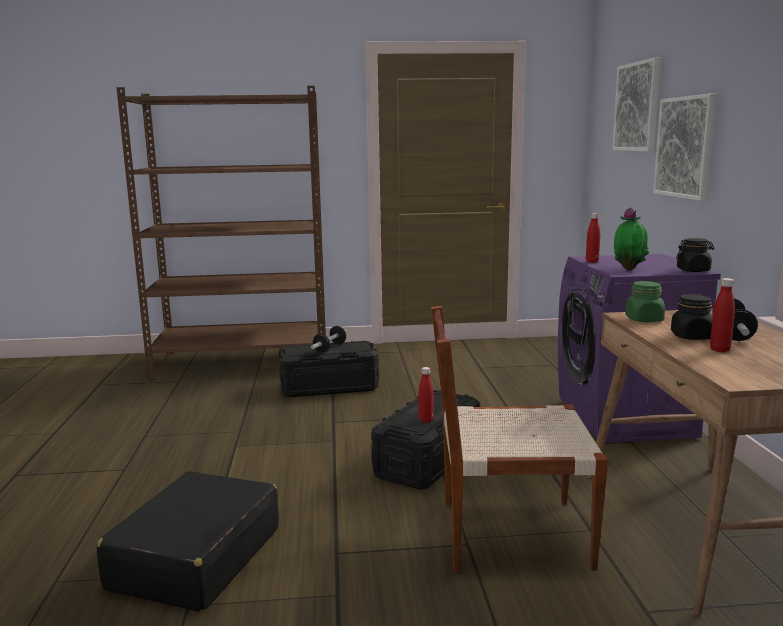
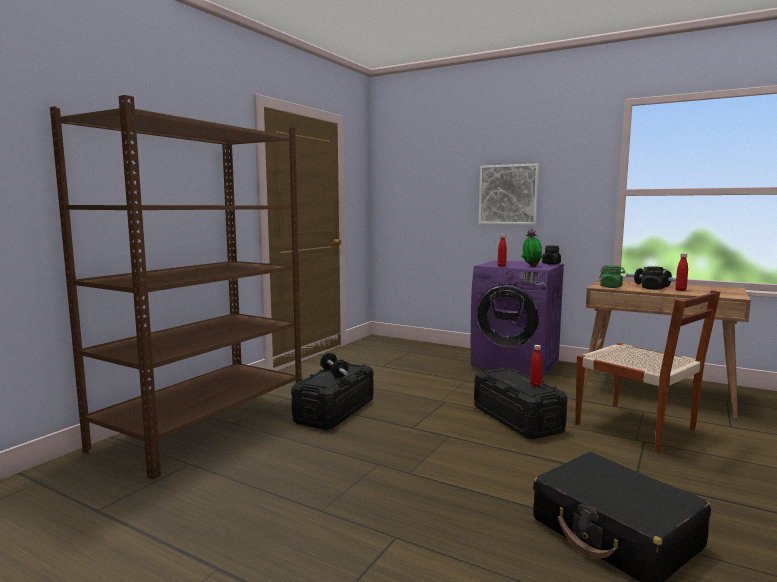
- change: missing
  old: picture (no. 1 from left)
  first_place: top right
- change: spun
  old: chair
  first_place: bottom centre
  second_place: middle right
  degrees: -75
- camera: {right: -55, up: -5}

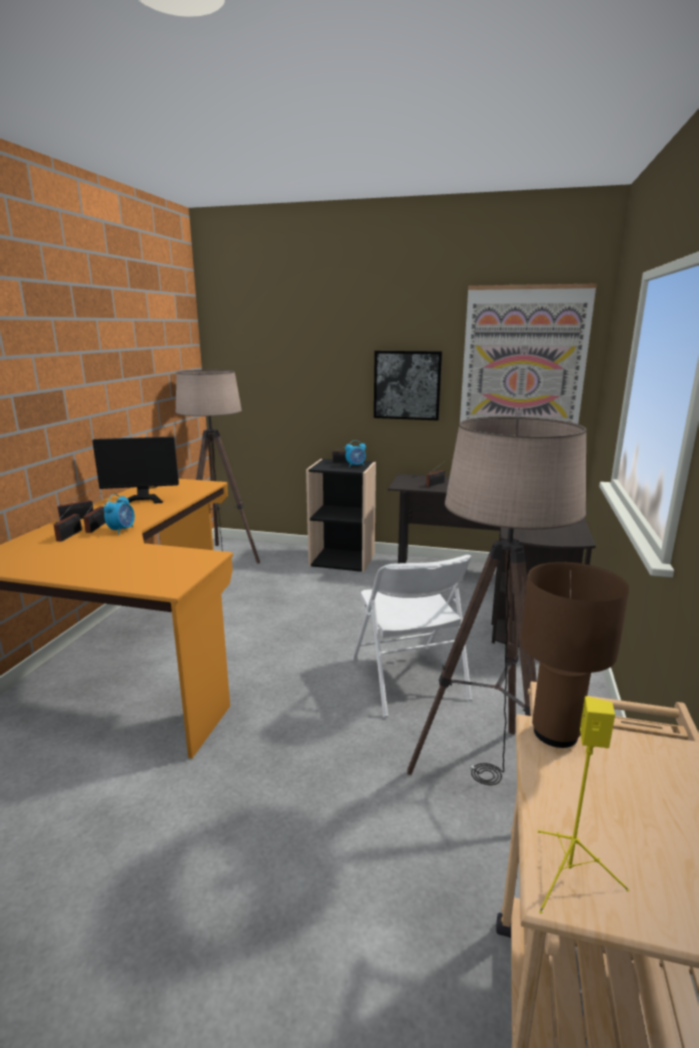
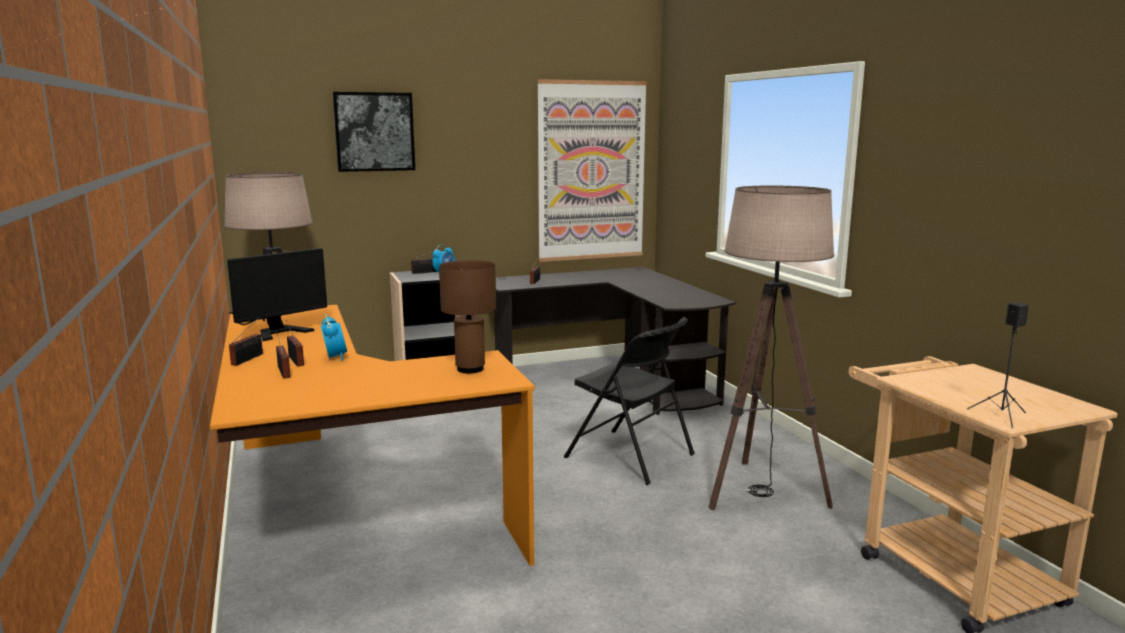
- change: relocated
  old: picture (no. 1 from left)
  first_place: centre
  second_place: top left
- change: colour
  old: chair (white)
  new: chair (black)
  first_place: centre
  second_place: centre
- change: relocated
  old: table lamp (brown)
  first_place: middle right
  second_place: centre
- change: colour
  old: speaker (yellow)
  new: speaker (black)
  first_place: bottom right
  second_place: middle right
- camera: {right: -35, up: -5}

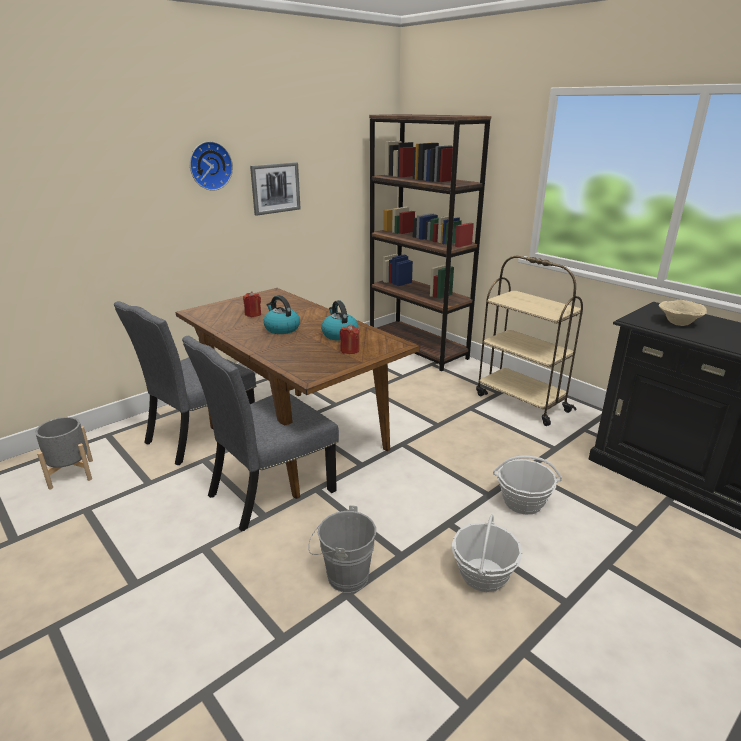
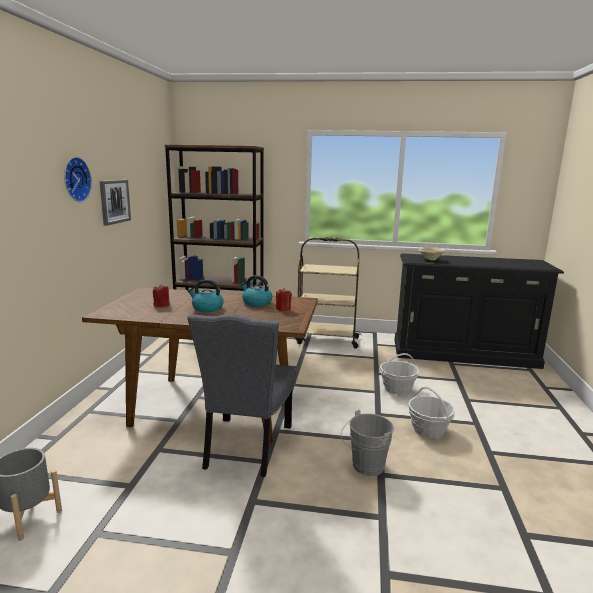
- change: missing
  old: chair (grey) (no. 1 from left)
  first_place: middle left
- camera: {right: -40, up: -10}

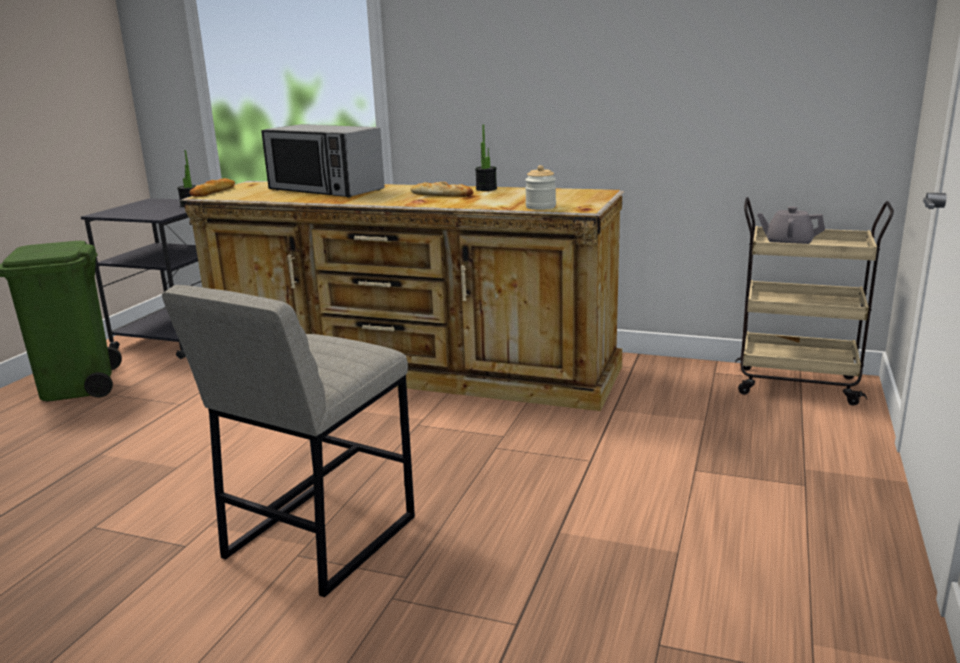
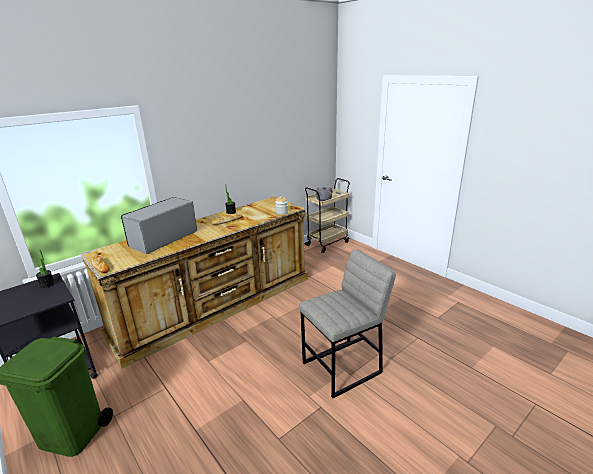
- change: spun
  old: microwave
  first_place: top centre
  second_place: middle left
  degrees: 150
- change: spun
  old: chair (grey)
  first_place: middle left
  second_place: bottom centre
  degrees: -90
- camera: {right: -60, up: 5}

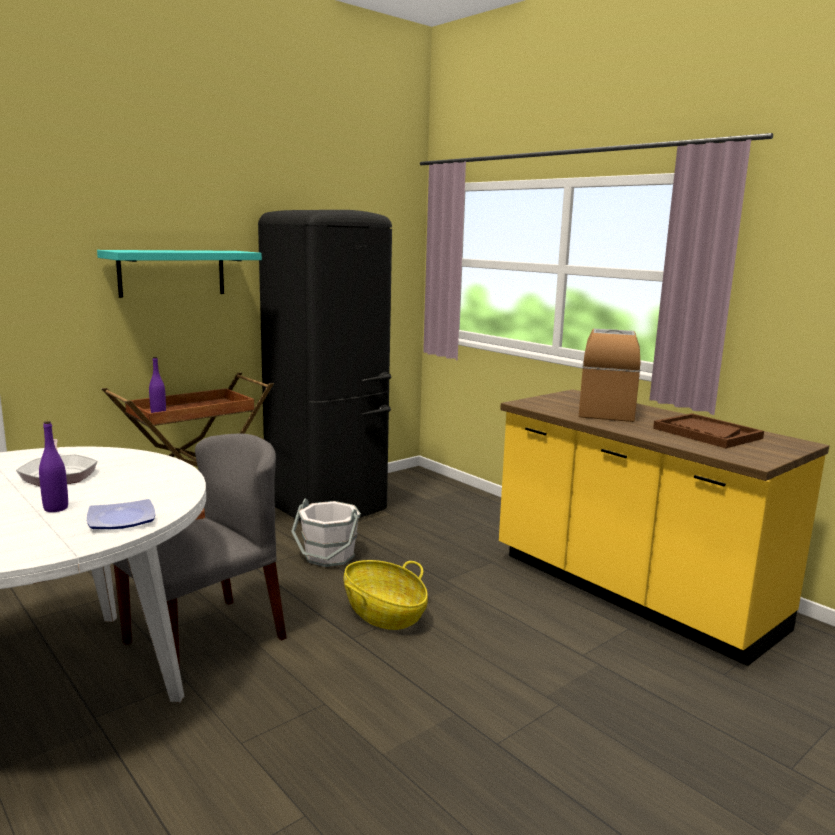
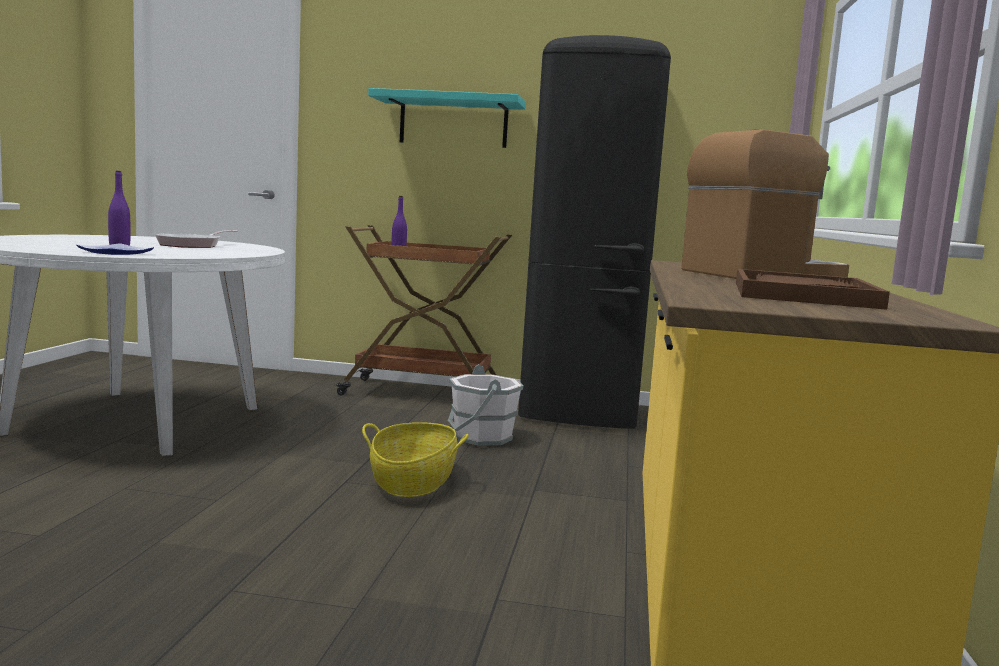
- change: missing
  old: chair (grey)
  first_place: middle left
- camera: {right: 50, up: -5}

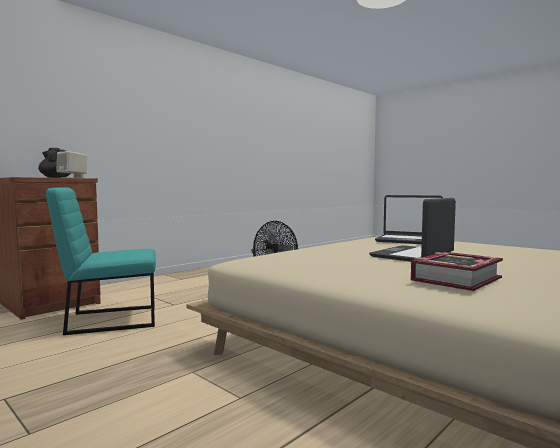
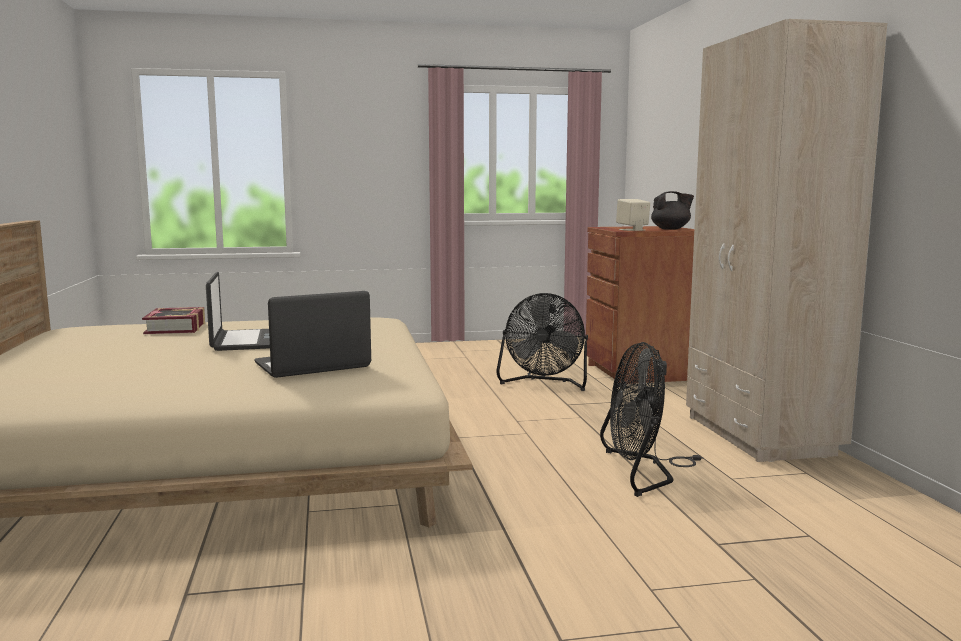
- change: exchanged
  old: chair (turquoise)
  new: fan (black) (no. 1 from left)
  first_place: middle left
  second_place: centre
- change: appeared
  new: wardrobe (beige)
  second_place: middle right
- camera: {right: 125, up: 5}

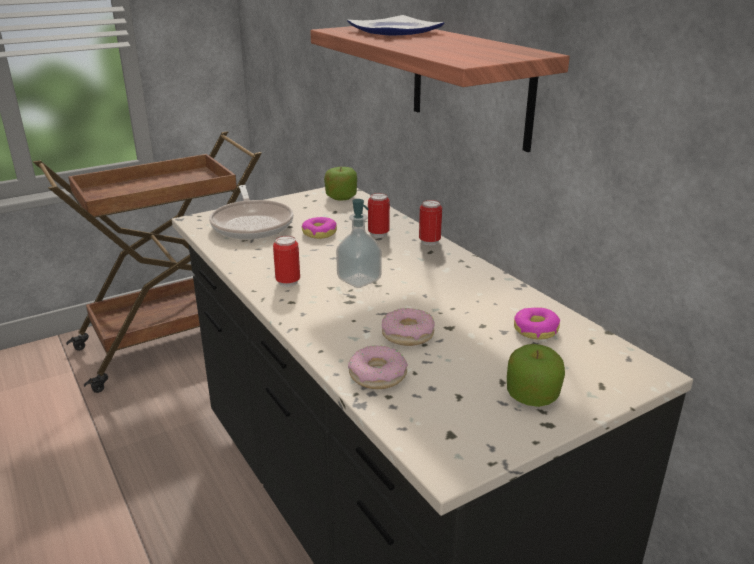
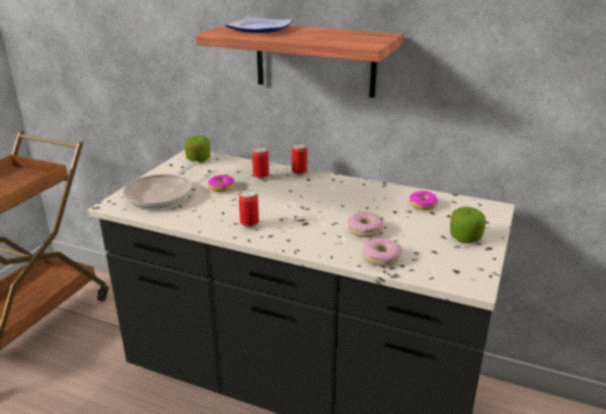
- change: spun
  old: frying pan
  first_place: middle left
  second_place: middle left
  degrees: 75
- change: missing
  old: soap dispenser
  first_place: centre
- camera: {right: -35, up: 0}

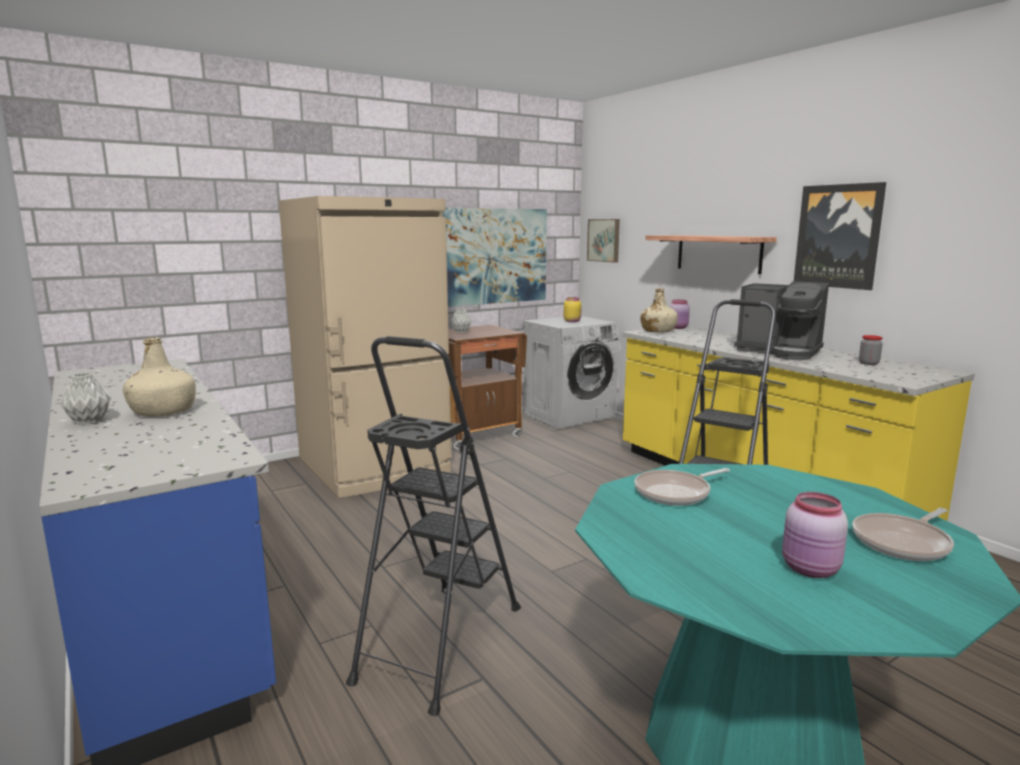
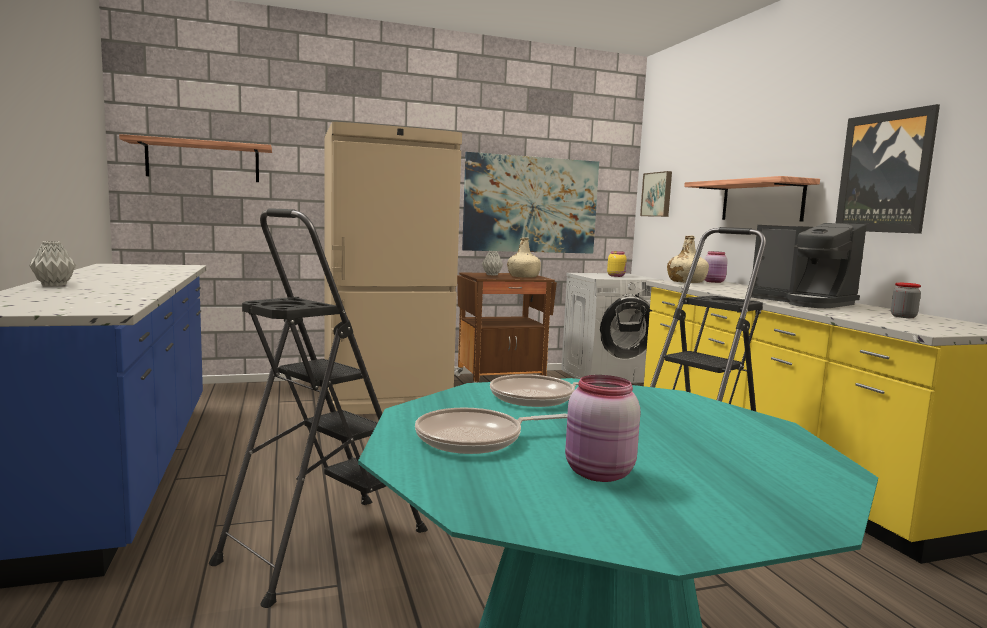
- change: relocated
  old: bottle (beige) (no. 1 from left)
  first_place: middle left
  second_place: centre
- change: relocated
  old: frying pan (no. 2 from left in the first image)
  new: frying pan (no. 1 from left)
  first_place: bottom right
  second_place: bottom centre
- change: appeared
  new: shelf (no. 1 from left)
  second_place: top left
- camera: {right: 15, up: -5}

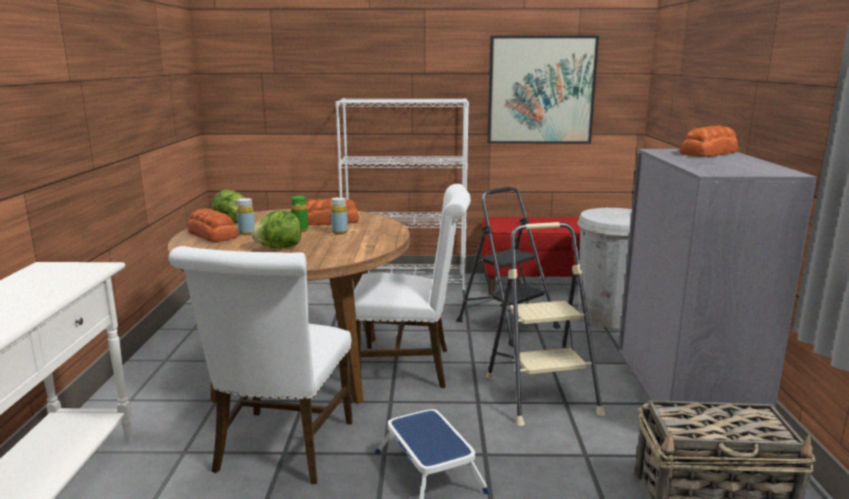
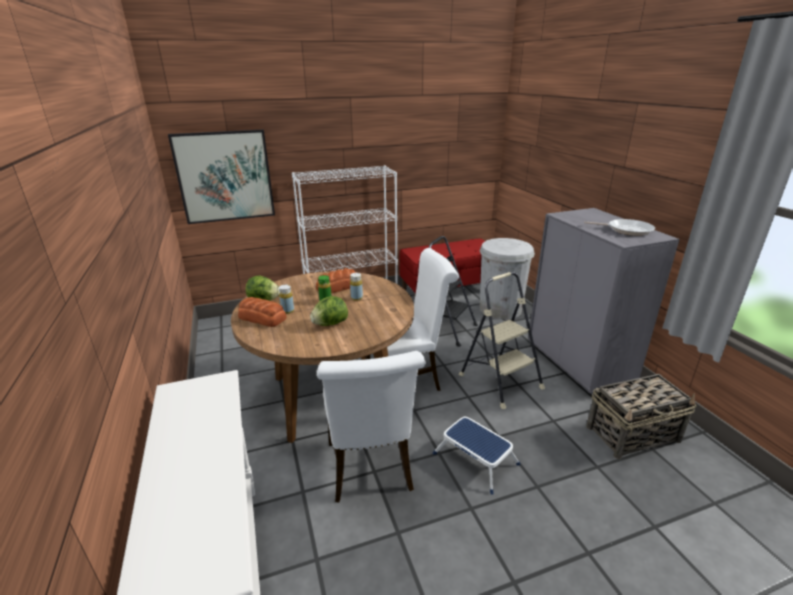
- change: relocated
  old: picture
  first_place: top centre
  second_place: top left
- change: missing
  old: bread (no. 3 from left)
  first_place: top right
- change: appeared
  new: frying pan
  second_place: middle right
- camera: {right: -20, up: 10}

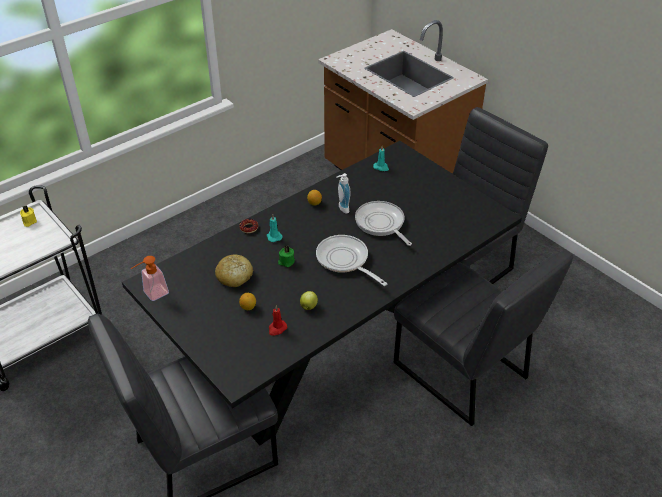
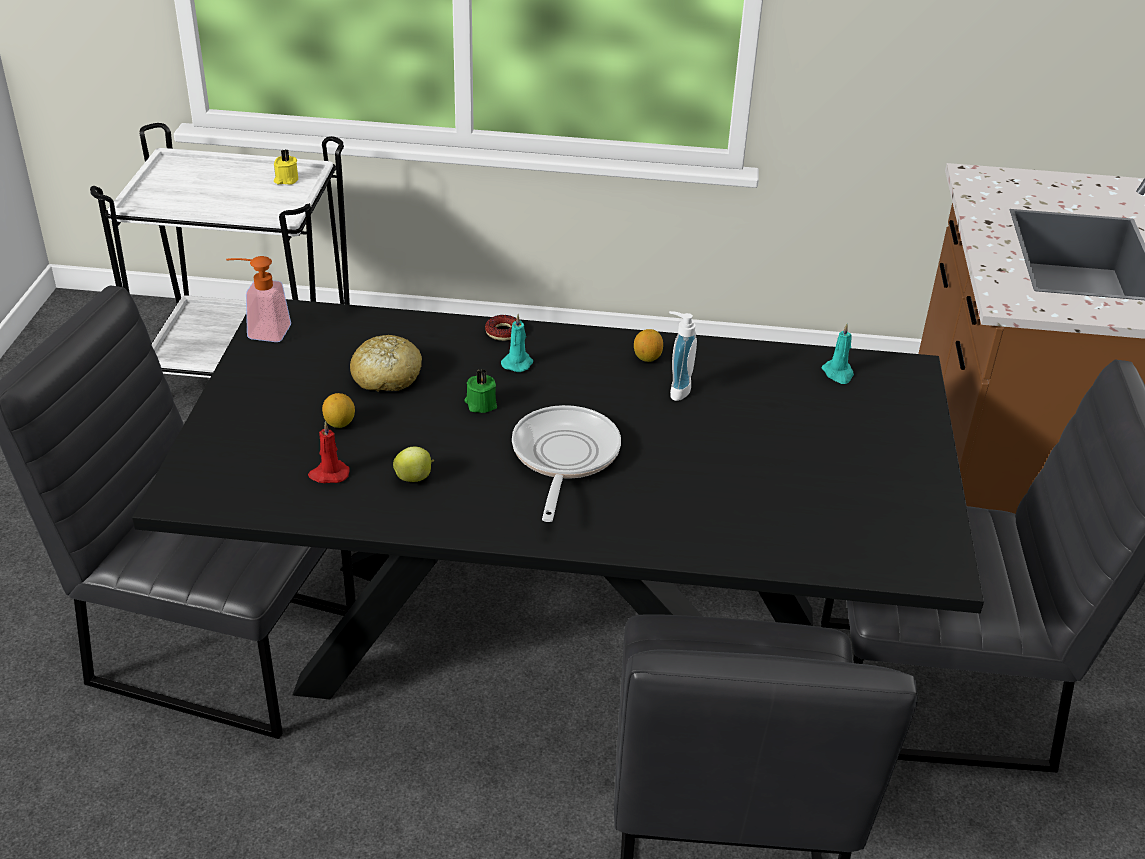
- change: missing
  old: frying pan (no. 2 from left)
  first_place: centre
- camera: {right: 45, up: -5}

